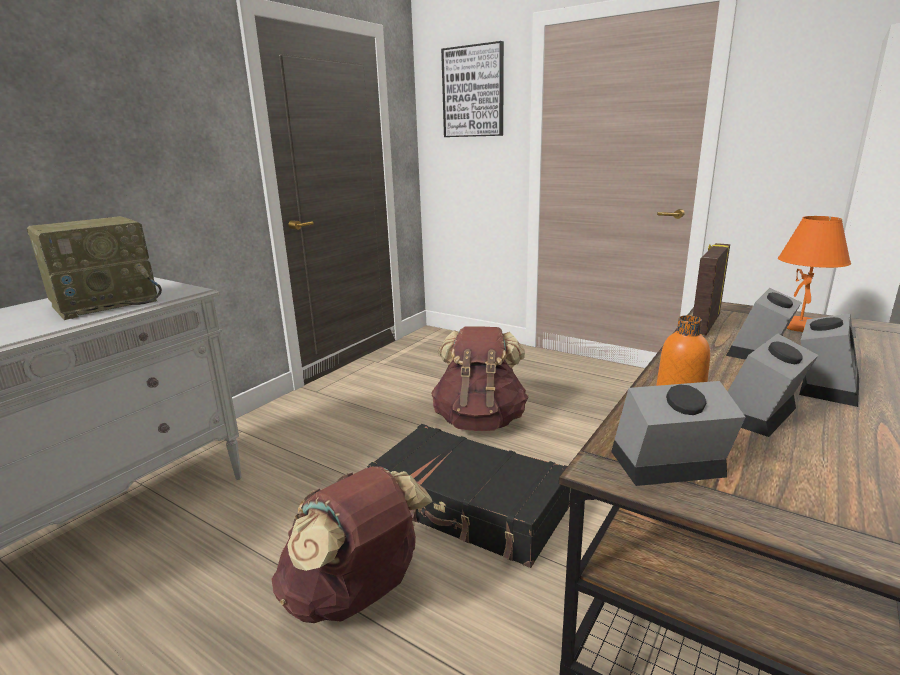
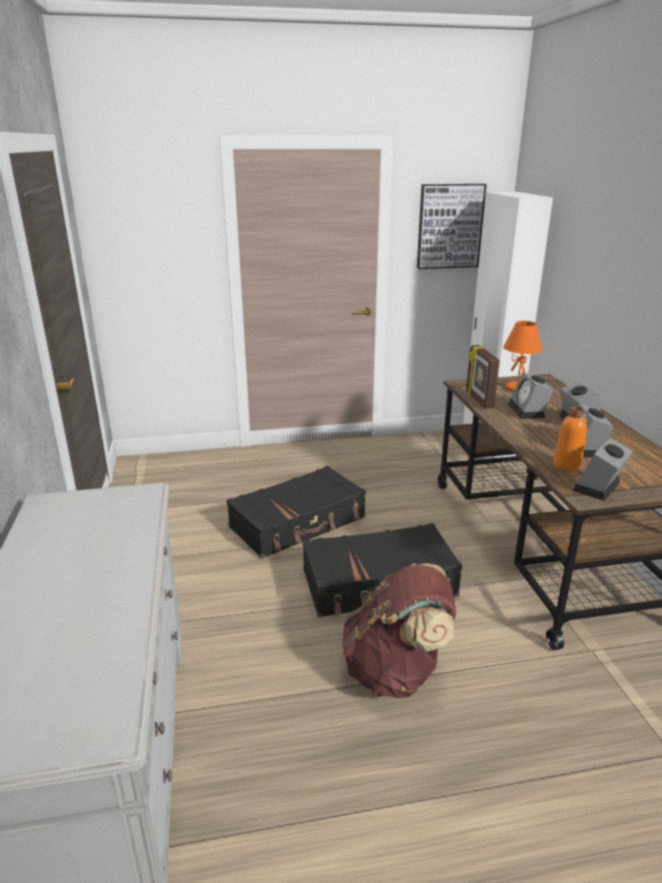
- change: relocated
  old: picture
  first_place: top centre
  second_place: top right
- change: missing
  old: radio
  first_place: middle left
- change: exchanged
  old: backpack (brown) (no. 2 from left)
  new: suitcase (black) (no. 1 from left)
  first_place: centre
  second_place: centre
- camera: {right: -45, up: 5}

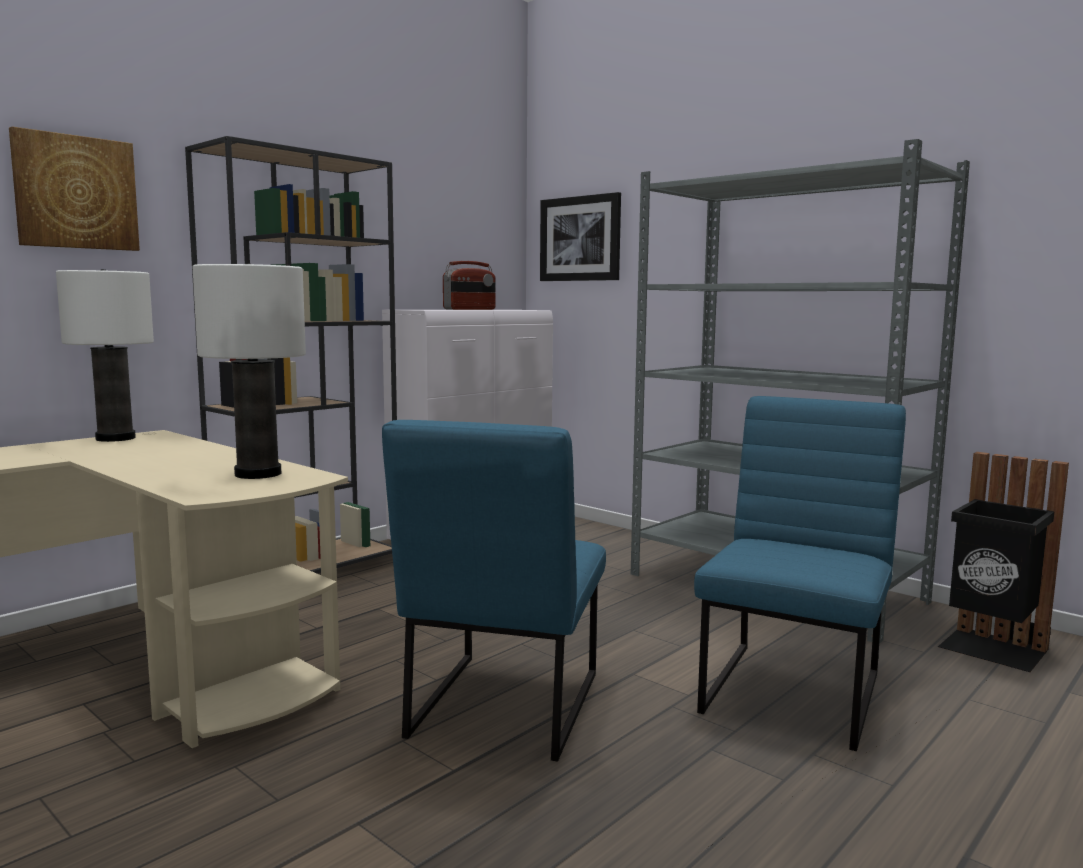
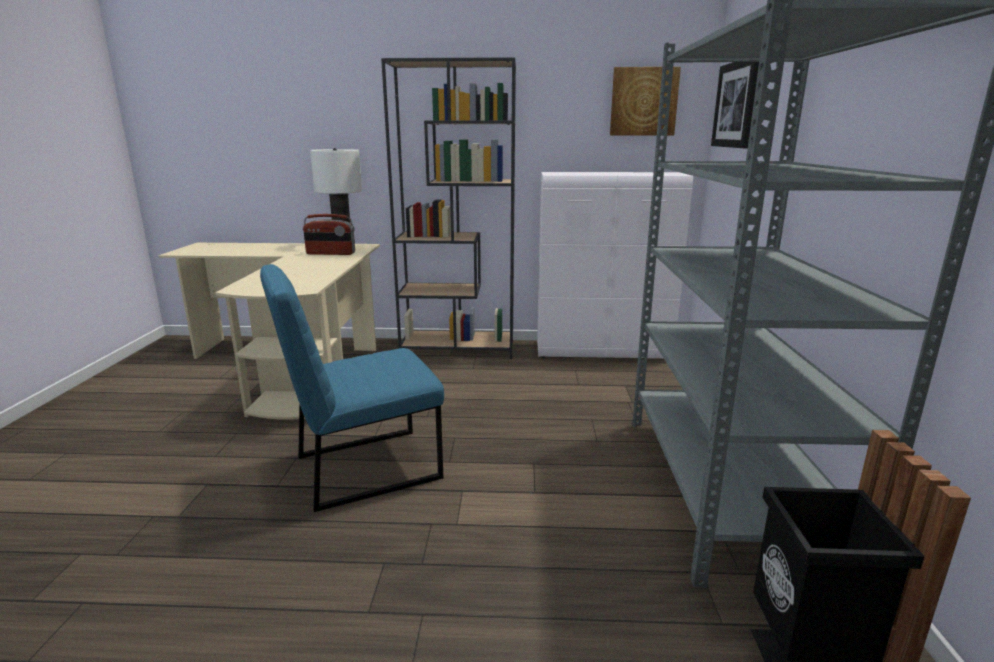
- change: relocated
  old: picture (no. 1 from left)
  first_place: top left
  second_place: top centre
- change: relocated
  old: radio
  first_place: top centre
  second_place: middle left
- change: missing
  old: table lamp (white) (no. 2 from left)
  first_place: middle left
- change: missing
  old: chair (blue) (no. 2 from left)
  first_place: middle right
- camera: {right: 50, up: 10}

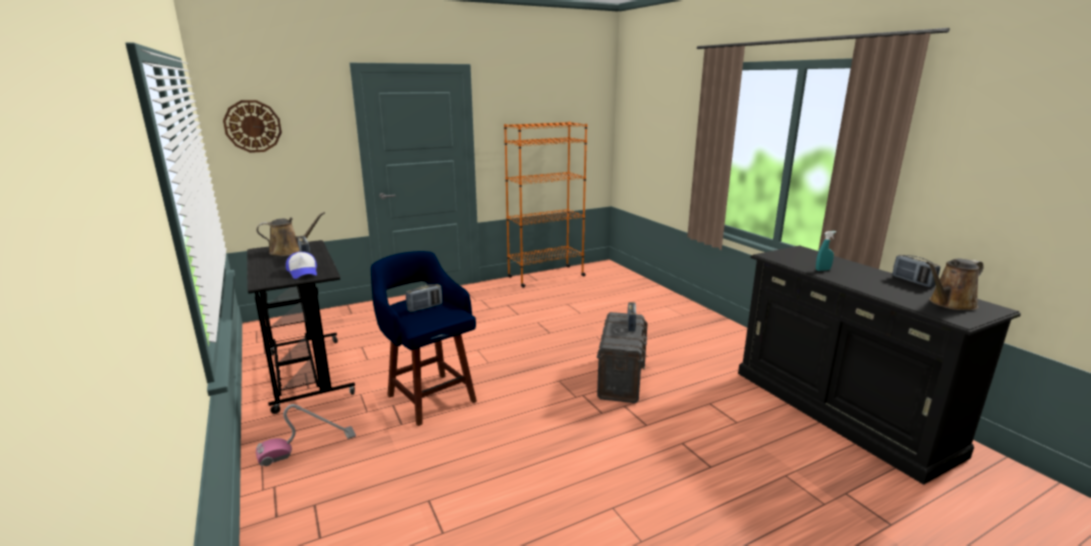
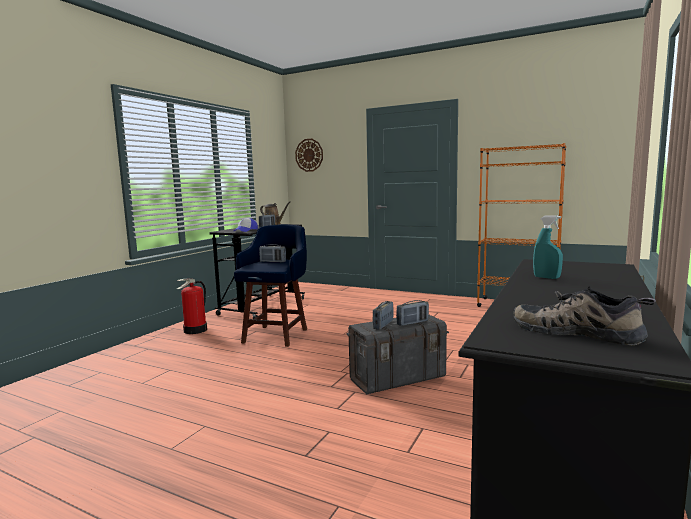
- change: relocated
  old: radio (no. 4 from left in the first image)
  new: radio (no. 3 from left)
  first_place: middle right
  second_place: centre
- change: exchanged
  old: watering can (brown) (no. 2 from left)
  new: shoe
  first_place: middle right
  second_place: middle right
- change: exchanged
  old: vacuum cleaner
  new: fire extinguisher
  first_place: bottom left
  second_place: middle left
- camera: {right: 55, up: -10}

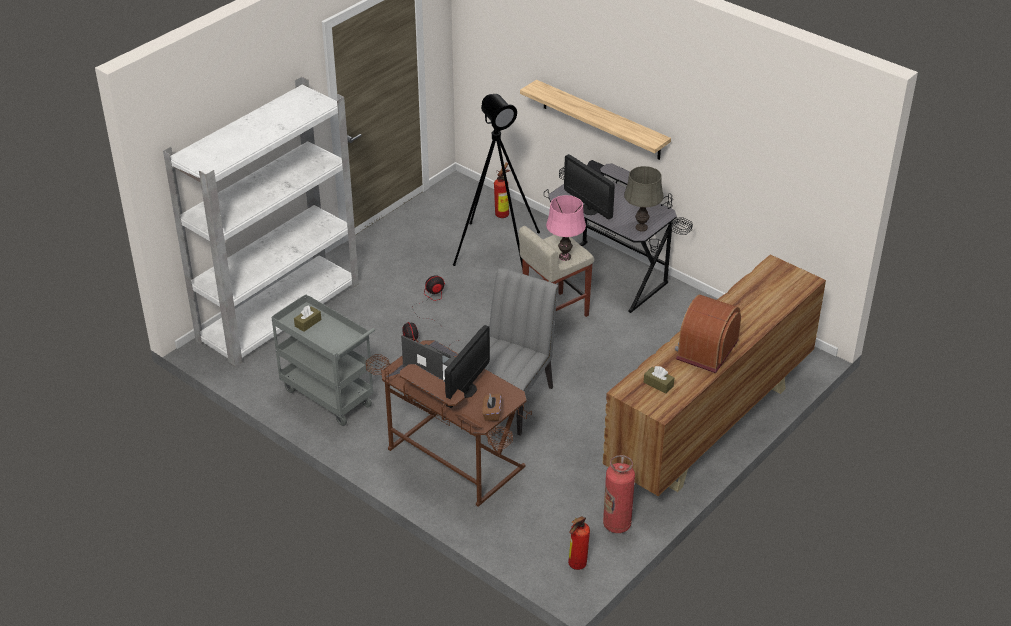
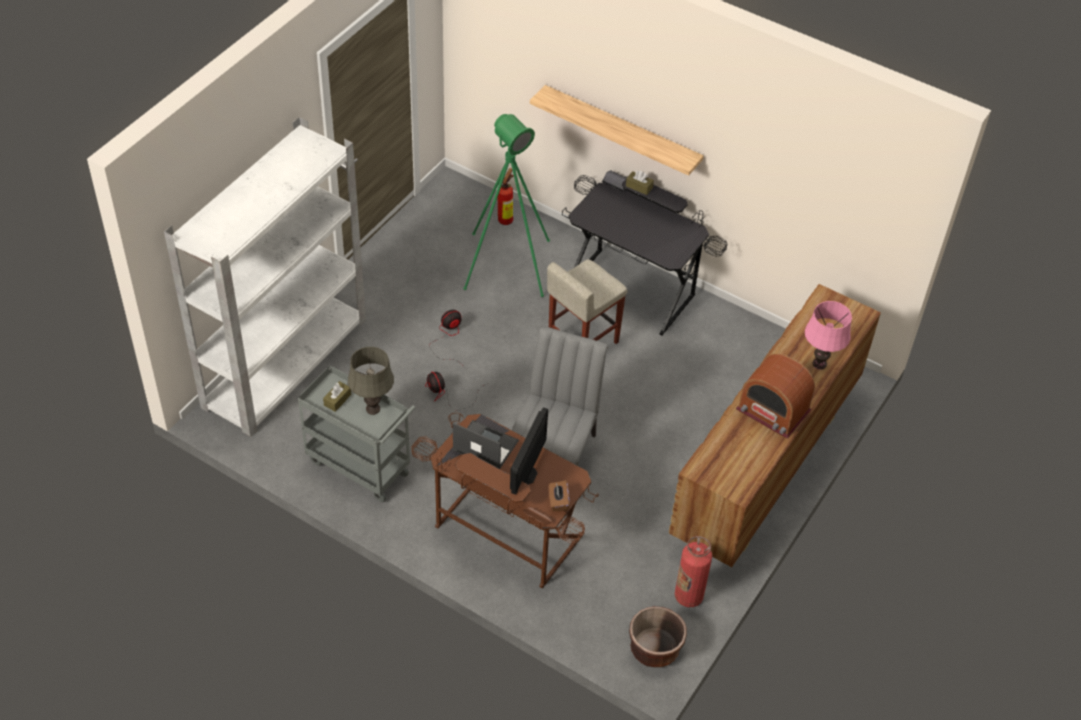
- change: colour
  old: floor lamp (black)
  new: floor lamp (green)
  first_place: top centre
  second_place: top centre
- change: missing
  old: monitor (no. 2 from left)
  first_place: top centre
- change: relocated
  old: table lamp (grey)
  first_place: top centre
  second_place: centre
- change: relocated
  old: table lamp (pink)
  first_place: centre
  second_place: middle right
- change: spun
  old: radio
  first_place: middle right
  second_place: middle right
  degrees: -75
- change: relocated
  old: tissue box (brown) (no. 3 from left)
  first_place: centre
  second_place: top centre
- change: exchanged
  old: fire extinguisher (no. 2 from left)
  new: planter (brown)
  first_place: bottom centre
  second_place: bottom centre
- camera: {right: -10, up: 10}

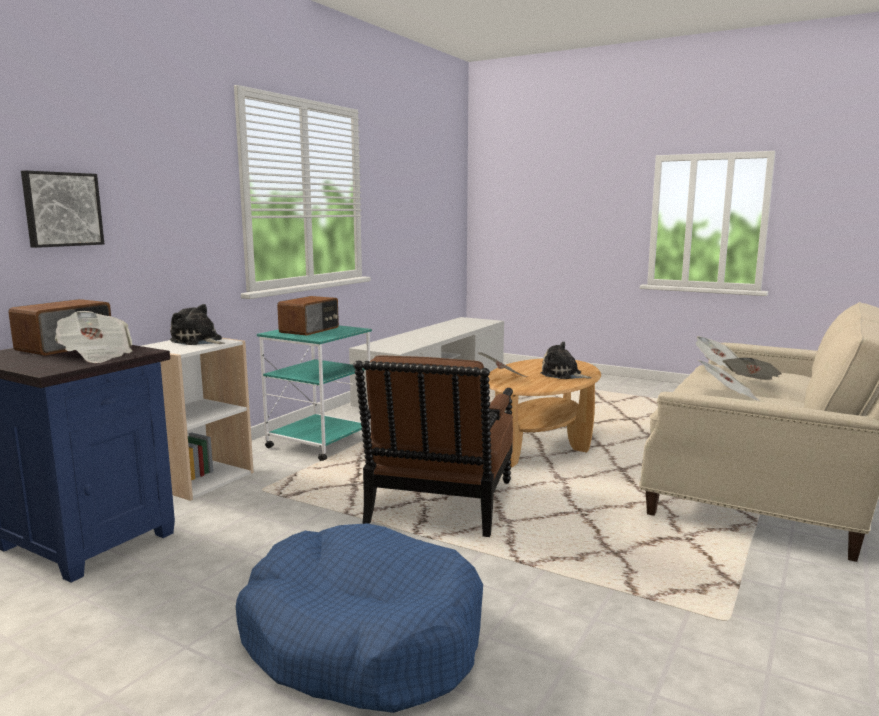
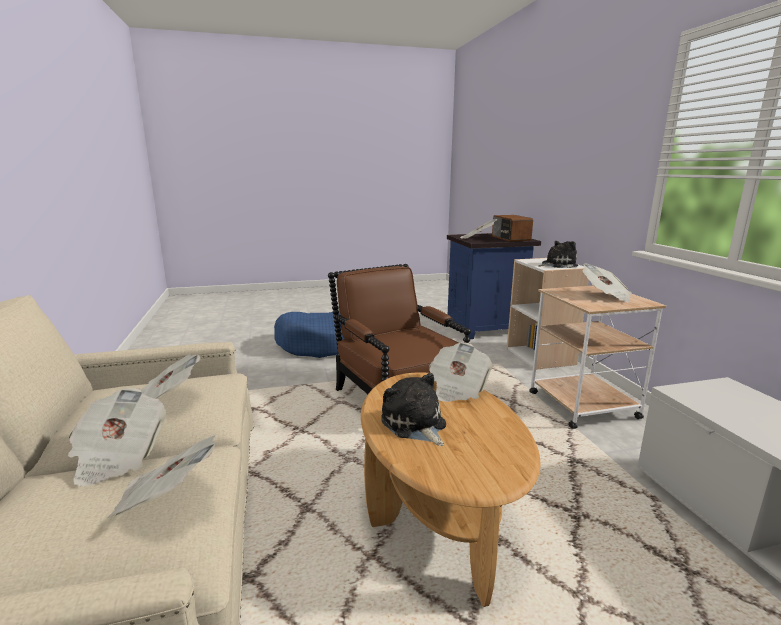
- change: missing
  old: picture
  first_place: top left
- change: exchanged
  old: radio (no. 2 from left)
  new: newspaper (no. 6 from left)
  first_place: centre
  second_place: middle right
- change: colour
  old: cart (turquoise)
  new: cart (beige)
  first_place: centre
  second_place: middle right
- change: spun
  old: plush toy (no. 2 from left in the first image)
  first_place: centre
  second_place: centre
  degrees: -105
- camera: {right: 135, up: 5}

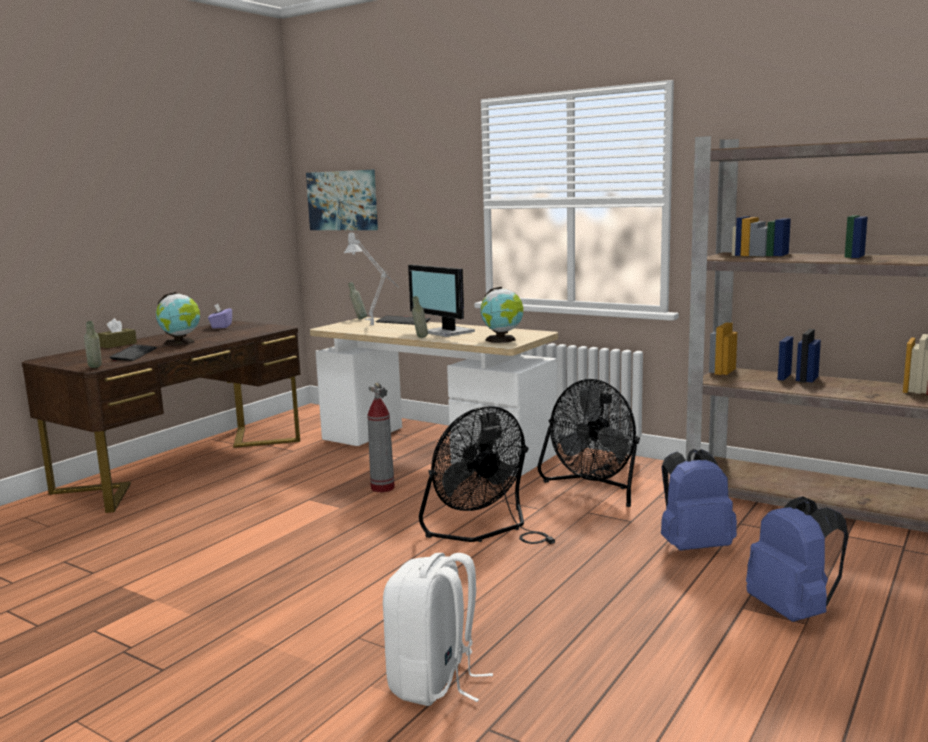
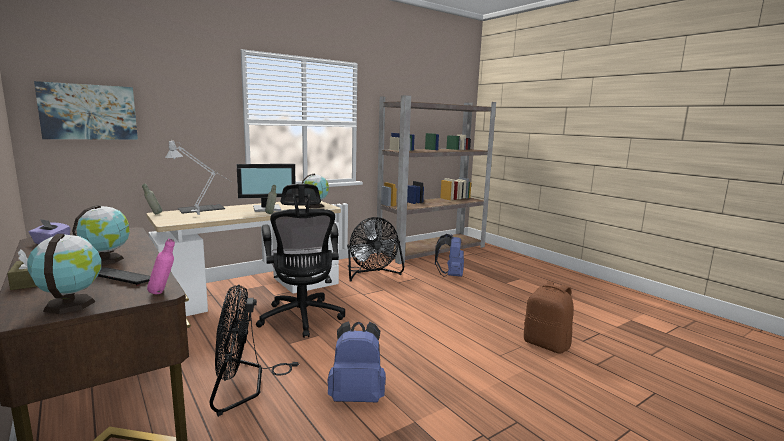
- change: colour
  old: bottle (grey) (no. 1 from left)
  new: bottle (pink)
  first_place: middle left
  second_place: middle left
- change: exchanged
  old: fire extinguisher
  new: office chair
  first_place: centre
  second_place: centre
- change: relocated
  old: fan (black) (no. 1 from left)
  first_place: centre
  second_place: bottom left
- change: relocated
  old: backpack (blue) (no. 2 from left in the first image)
  new: backpack (blue) (no. 1 from left)
  first_place: bottom right
  second_place: bottom centre
- change: colour
  old: backpack (white)
  new: backpack (brown)
  first_place: bottom centre
  second_place: bottom right
- change: appeared
  new: globe (no. 1 from left)
  second_place: middle left
- camera: {right: -70, up: 0}

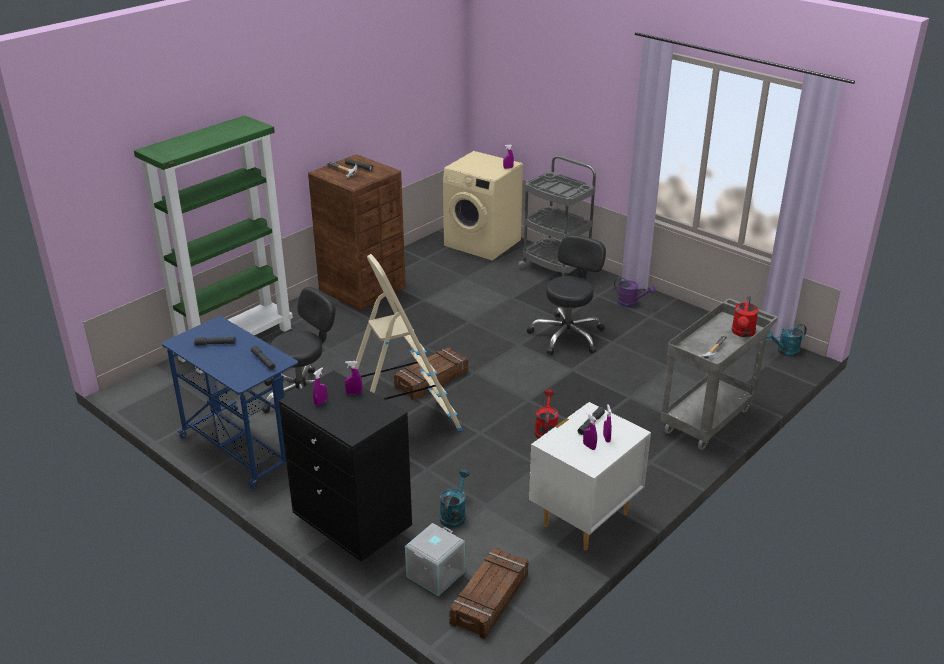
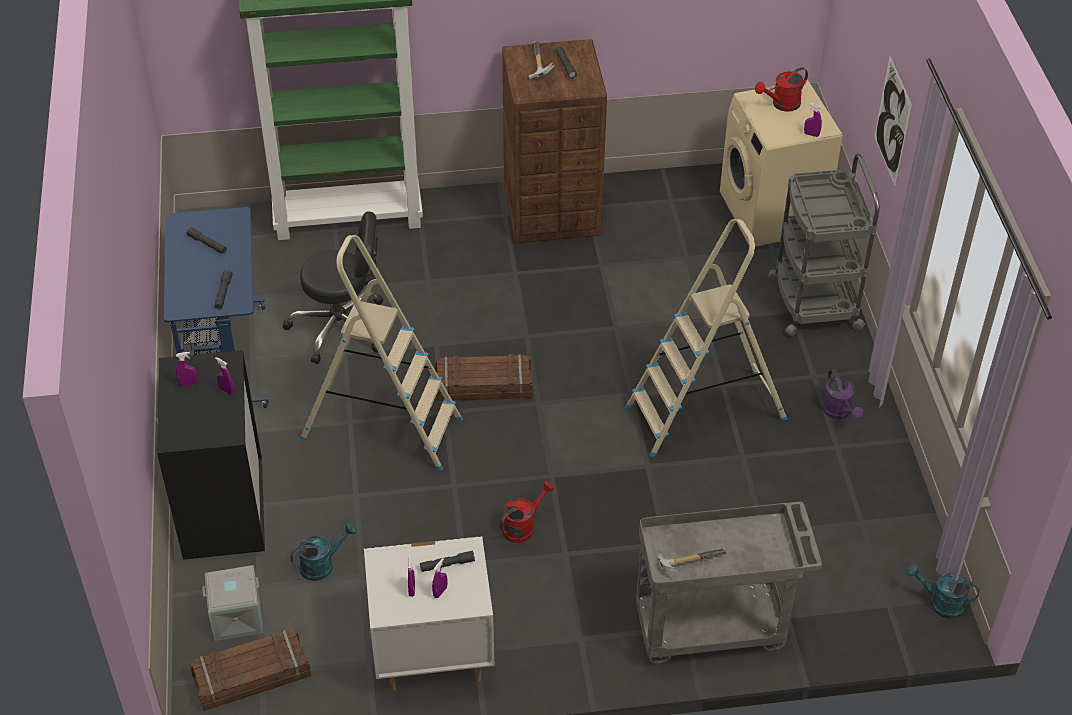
- change: exchanged
  old: office chair (black) (no. 2 from left)
  new: step ladder (beige) (no. 2 from left)
  first_place: centre
  second_place: centre
- change: relocated
  old: watering can (red) (no. 2 from left)
  first_place: middle right
  second_place: top right
- change: appeared
  new: picture
  second_place: top right
- camera: {right: 40, up: 15}

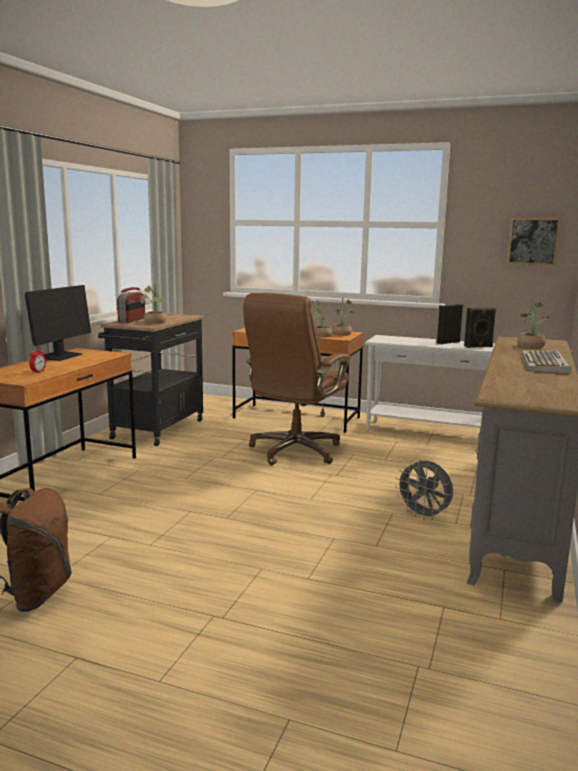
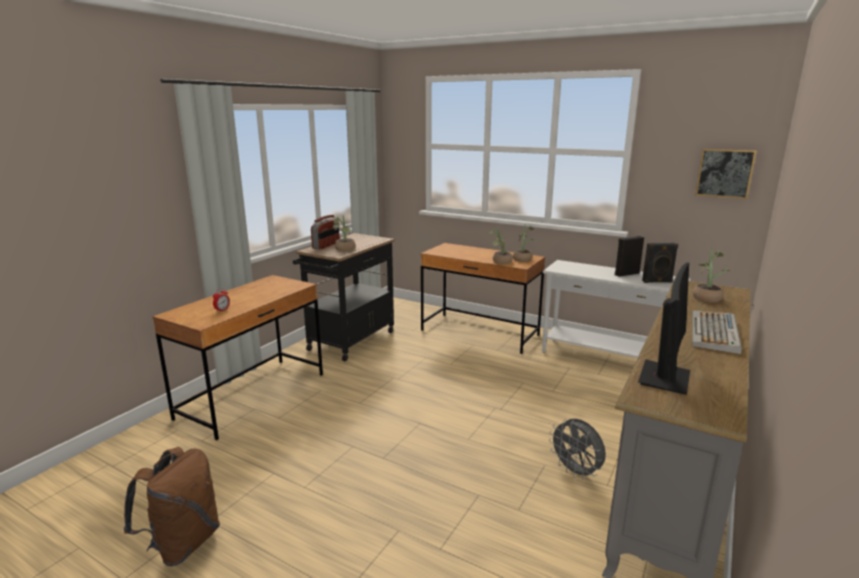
- change: relocated
  old: monitor
  first_place: middle left
  second_place: middle right
- change: missing
  old: office chair (brown)
  first_place: centre
- camera: {right: 10, up: 5}

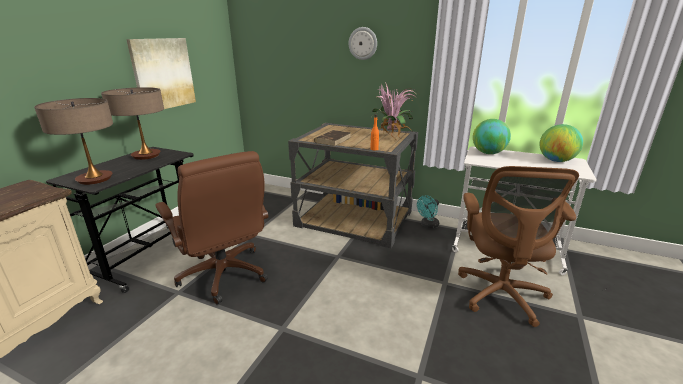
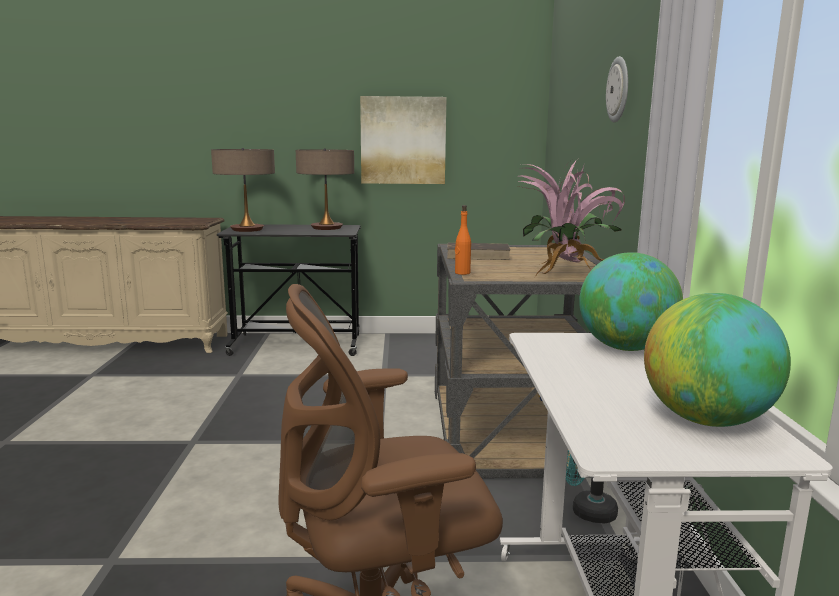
- change: missing
  old: office chair (brown) (no. 1 from left)
  first_place: middle left
- camera: {right: 65, up: -10}

